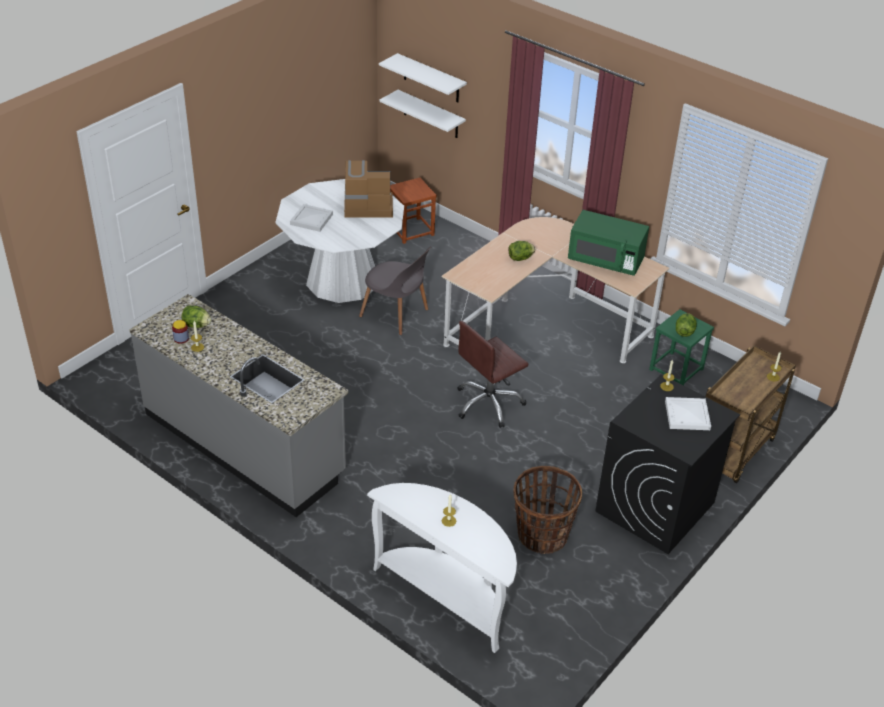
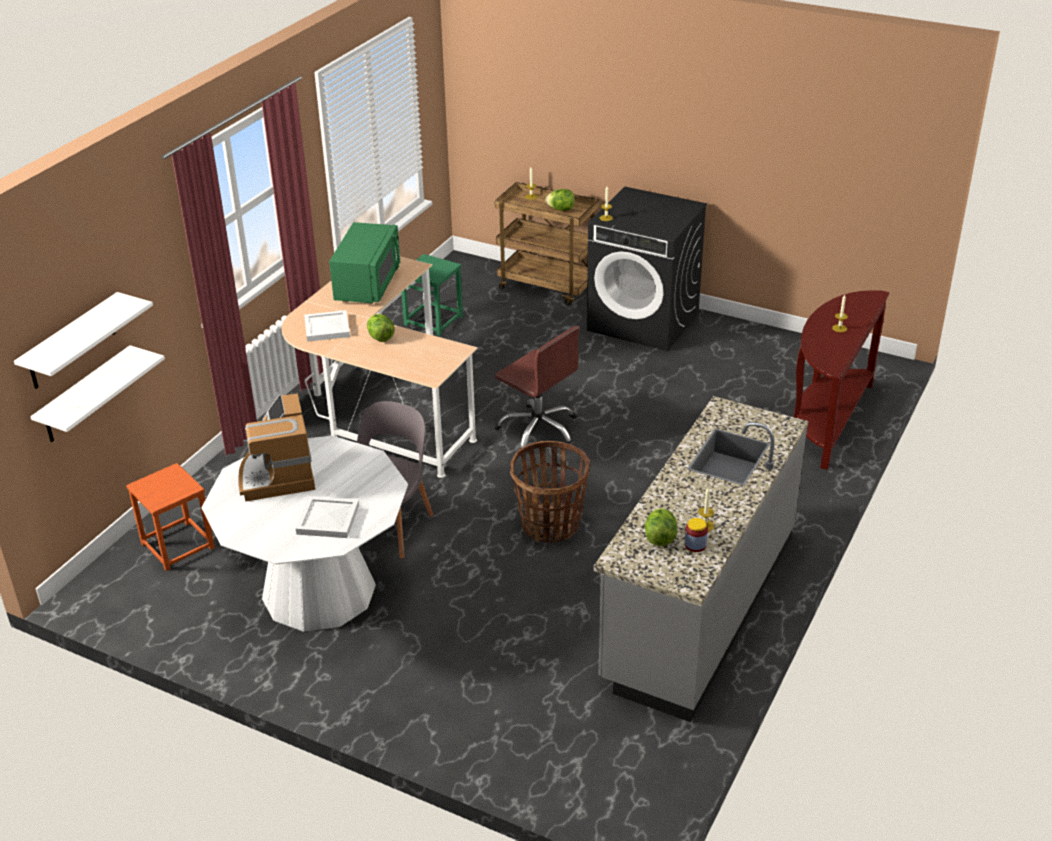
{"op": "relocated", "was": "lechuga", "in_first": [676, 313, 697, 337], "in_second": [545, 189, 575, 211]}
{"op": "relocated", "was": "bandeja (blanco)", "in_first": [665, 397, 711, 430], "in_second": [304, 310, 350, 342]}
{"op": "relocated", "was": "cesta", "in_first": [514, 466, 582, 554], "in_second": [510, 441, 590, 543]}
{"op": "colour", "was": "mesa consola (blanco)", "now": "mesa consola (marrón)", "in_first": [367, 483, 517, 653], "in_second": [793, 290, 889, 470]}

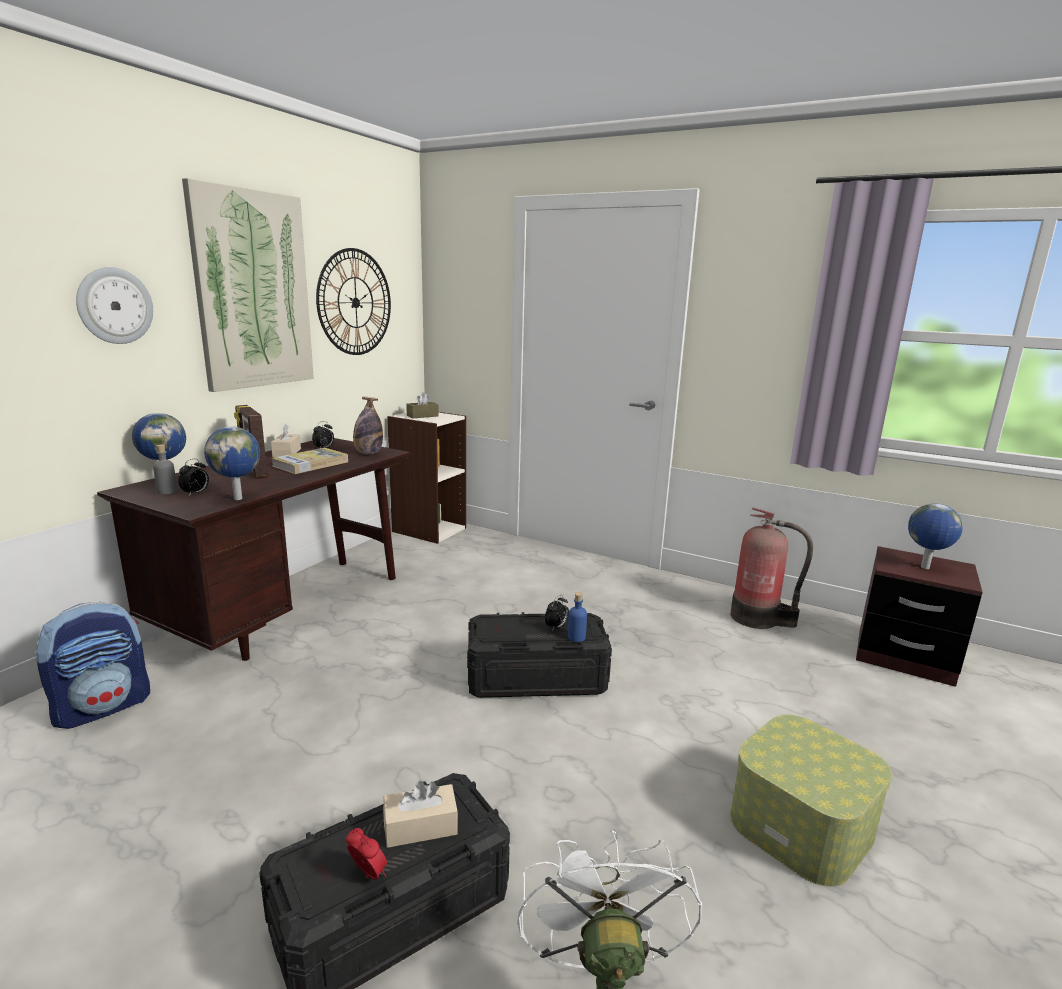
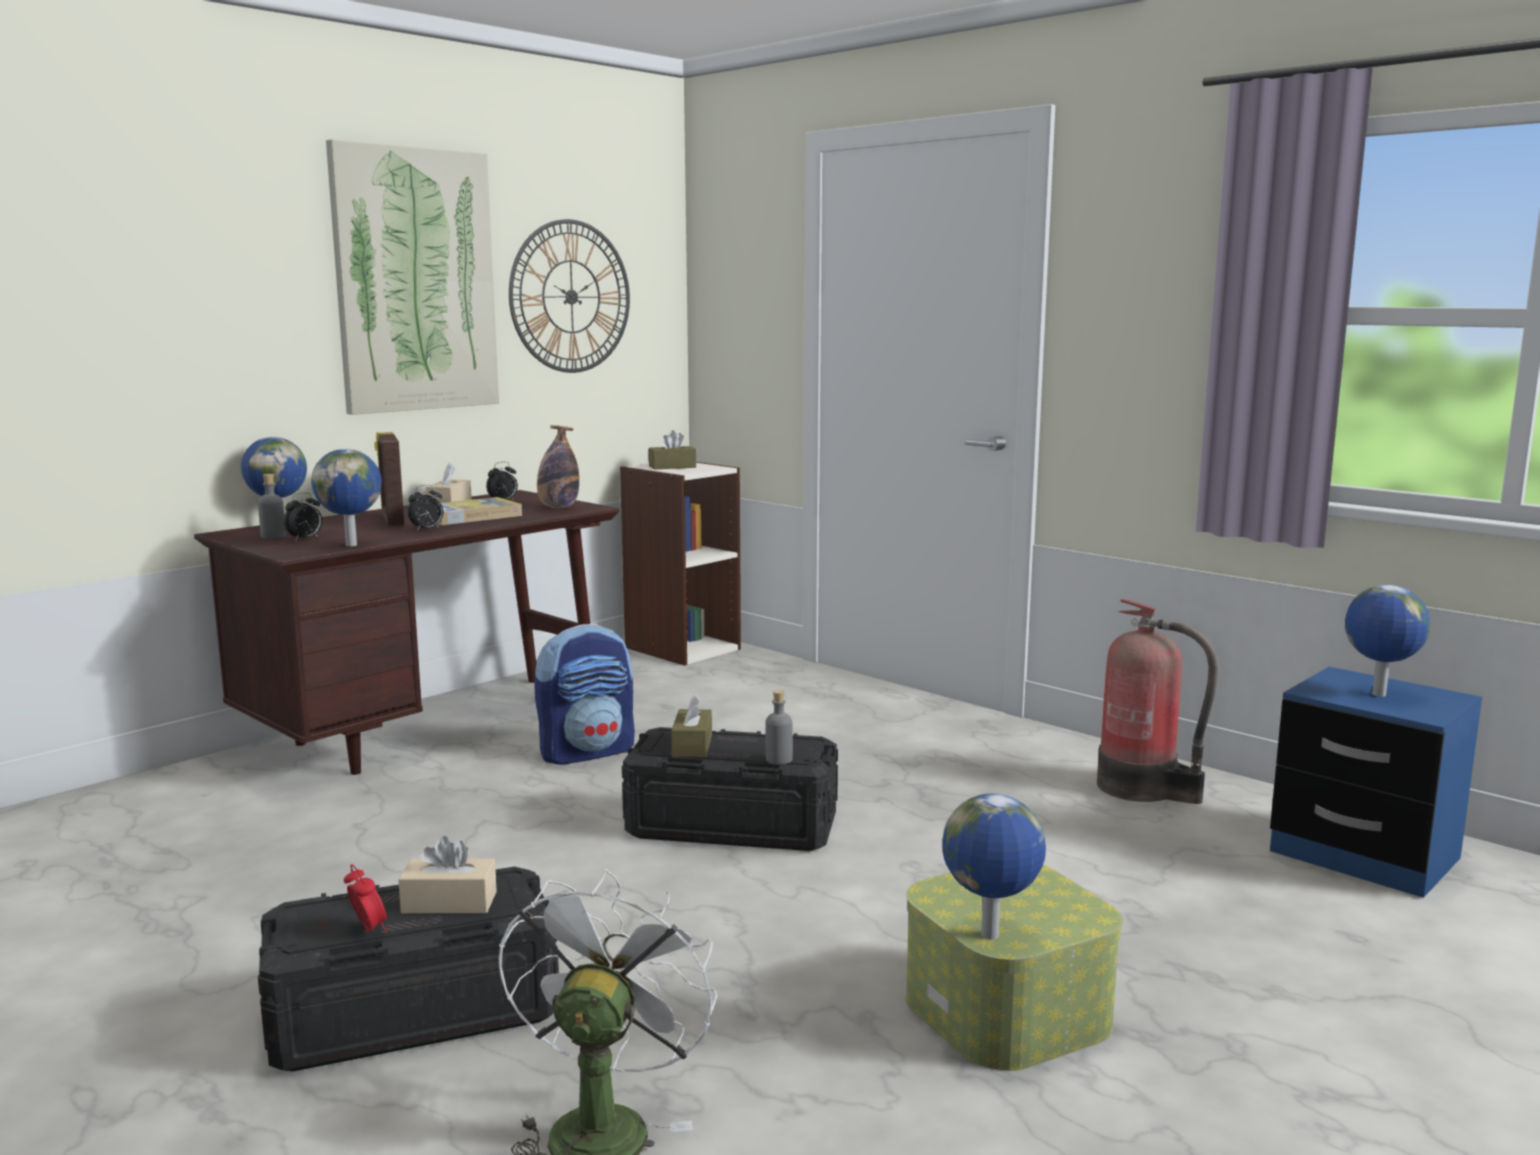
{"op": "missing", "was": "reloj de pared", "in_first": [76, 267, 153, 344]}
{"op": "colour", "was": "mesita de noche (marrón)", "now": "mesita de noche (azul)", "in_first": [856, 546, 983, 687], "in_second": [1270, 667, 1482, 898]}
{"op": "colour", "was": "botella (azul)", "now": "botella (gris)", "in_first": [568, 592, 587, 642], "in_second": [766, 690, 793, 764]}
{"op": "relocated", "was": "despertador", "in_first": [545, 595, 569, 631], "in_second": [407, 485, 443, 531]}
{"op": "relocated", "was": "mochila", "in_first": [35, 601, 150, 729], "in_second": [534, 624, 635, 765]}
{"op": "appeared", "now": "caja de pañuelos (marrón)", "in_second": [671, 694, 712, 757]}
{"op": "appeared", "now": "globo terráqueo", "in_second": [942, 794, 1046, 939]}

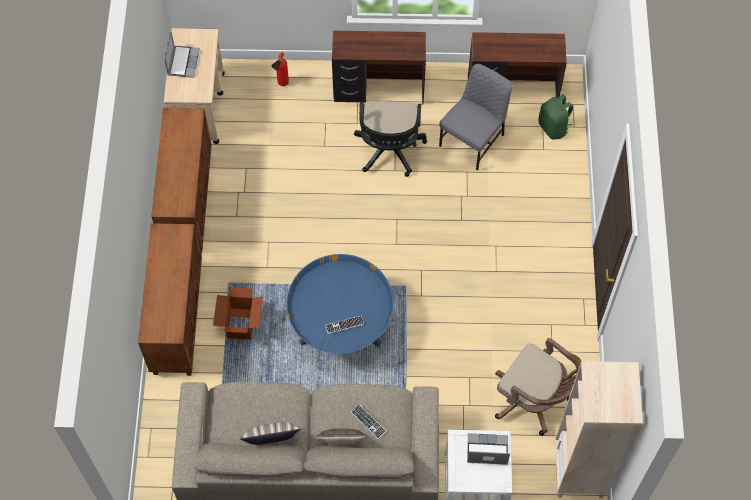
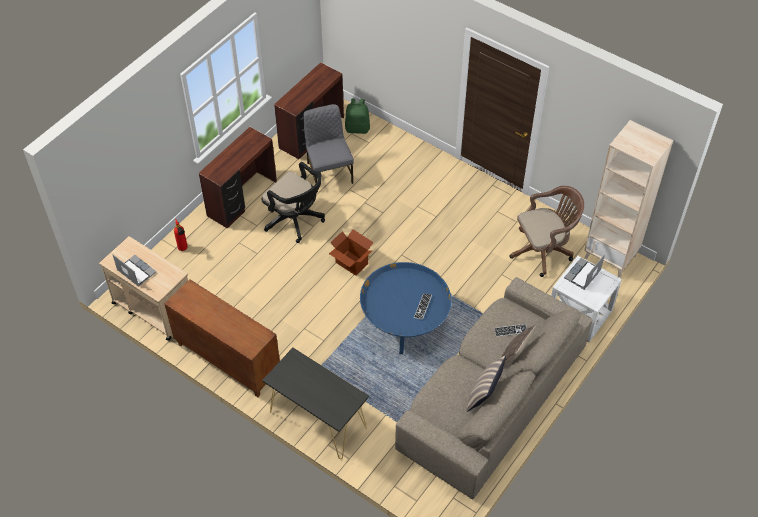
{"op": "exchanged", "was": "armario (marrón)", "now": "mesa consola (negro)", "in_first": [138, 223, 202, 376], "in_second": [262, 347, 369, 459]}
{"op": "relocated", "was": "caja de cartón", "in_first": [213, 287, 263, 340], "in_second": [329, 229, 374, 276]}

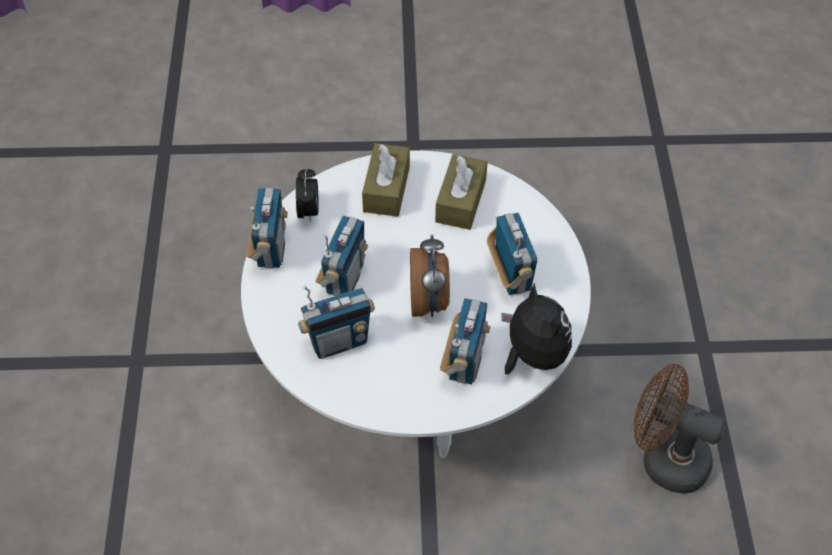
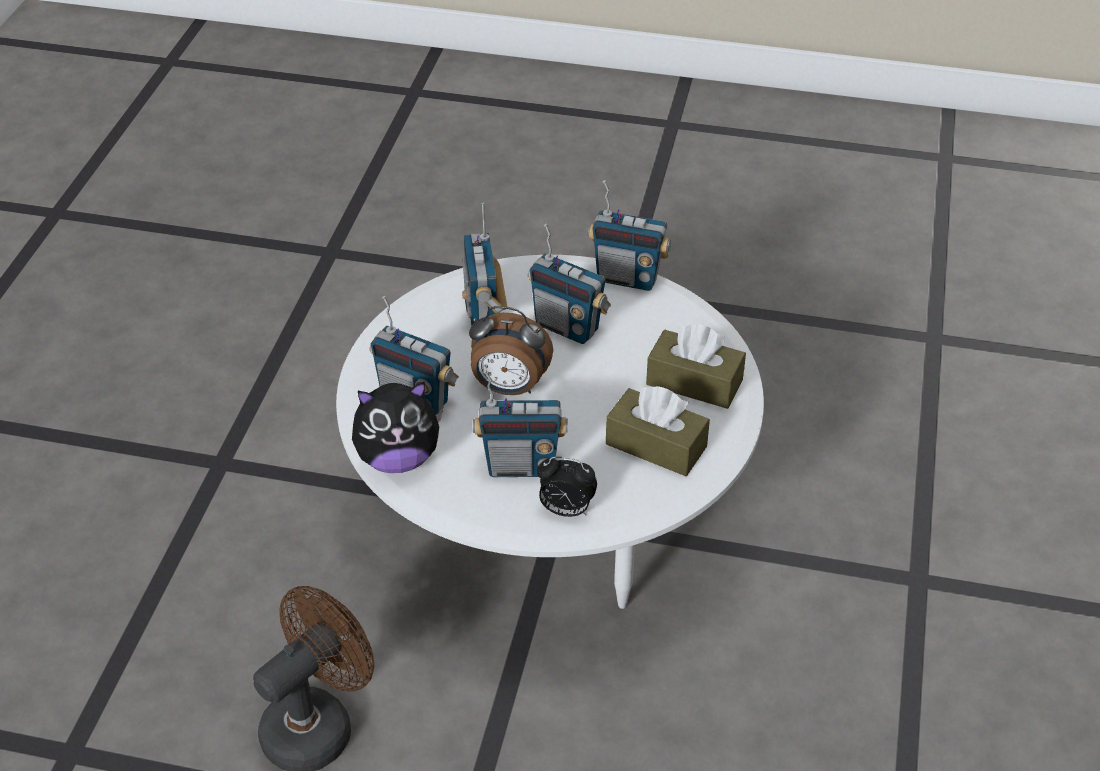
{"op": "relocated", "was": "despertador", "in_first": [296, 168, 319, 223], "in_second": [537, 456, 597, 517]}

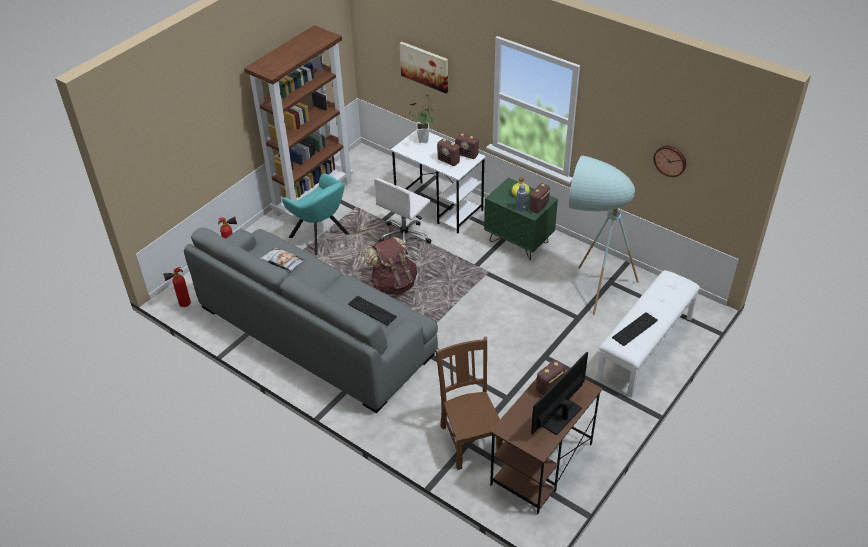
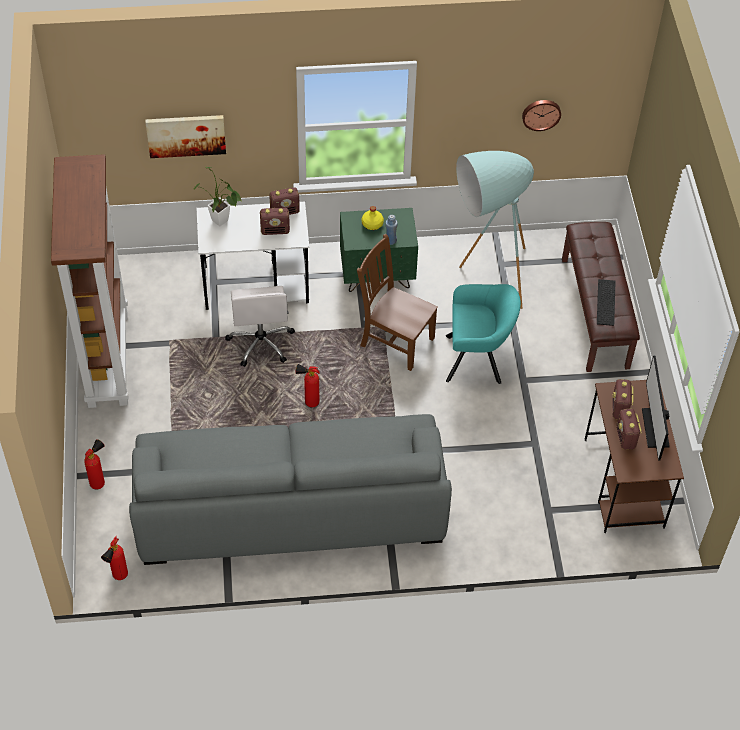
{"op": "relocated", "was": "sillón (turquesa)", "in_first": [282, 173, 350, 256], "in_second": [446, 284, 521, 384]}
{"op": "relocated", "was": "radio", "in_first": [529, 183, 550, 213], "in_second": [616, 409, 642, 450]}
{"op": "exchanged", "was": "mochila (marrón)", "now": "extintor", "in_first": [364, 237, 417, 295], "in_second": [295, 364, 320, 407]}
{"op": "missing", "was": "cojín", "in_first": [260, 247, 305, 272]}
{"op": "colour", "was": "banco (blanco)", "now": "banco (marrón)", "in_first": [596, 270, 700, 397], "in_second": [562, 222, 640, 372]}
{"op": "missing", "was": "teclado", "in_first": [348, 296, 397, 326]}
{"op": "relocated", "was": "silla (marrón)", "in_first": [435, 337, 503, 470], "in_second": [357, 233, 438, 371]}

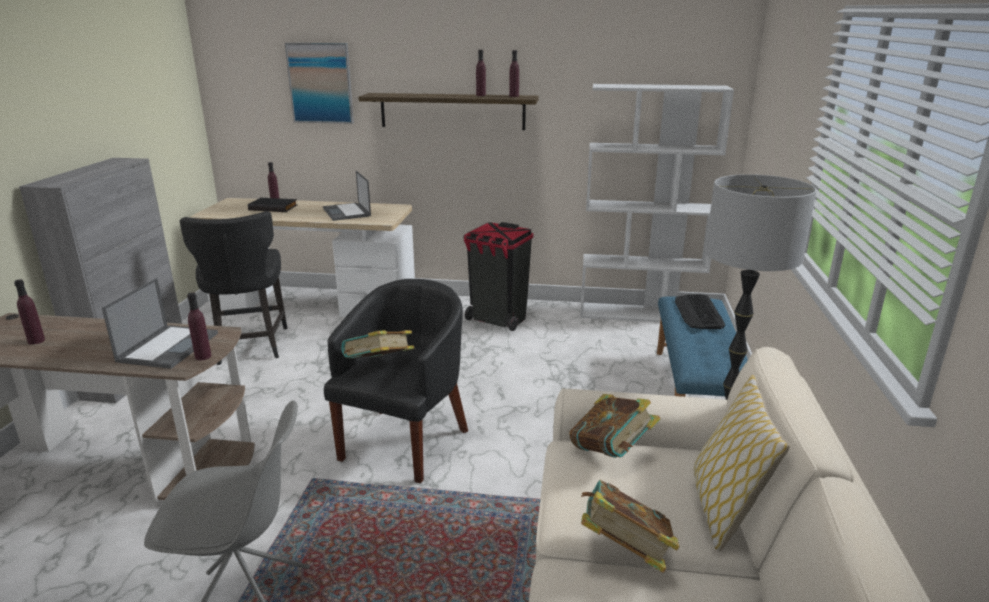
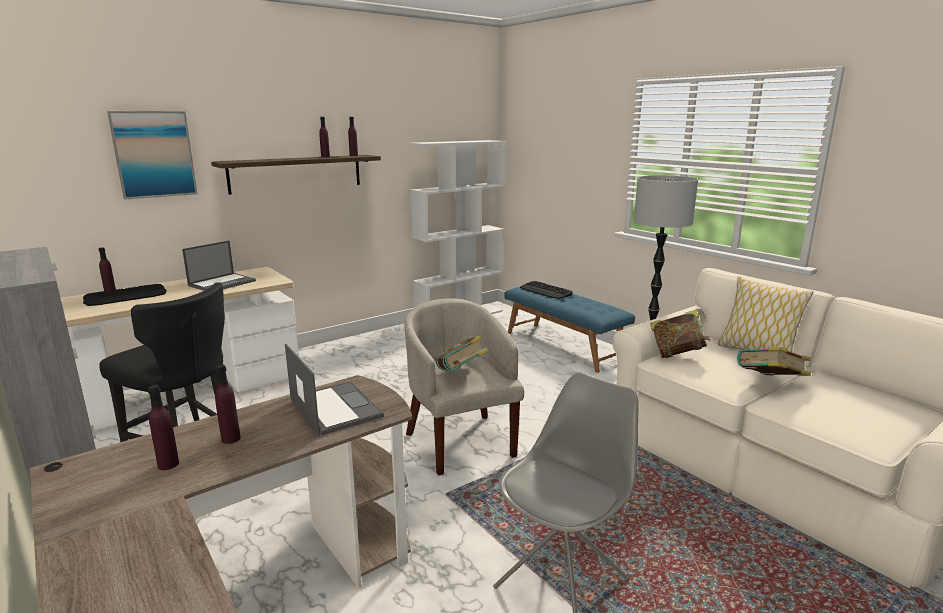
{"op": "spun", "was": "portátil", "in_first": [323, 171, 371, 221], "in_second": [182, 241, 256, 291], "clockwise": -75}
{"op": "exchanged", "was": "libro (negro)", "now": "teclado", "in_first": [248, 198, 297, 212], "in_second": [83, 284, 167, 306]}
{"op": "missing", "was": "papelera (negro)", "in_first": [463, 222, 533, 331]}
{"op": "colour", "was": "sillón (negro)", "now": "sillón (beis)", "in_first": [324, 279, 468, 483], "in_second": [404, 299, 524, 475]}
{"op": "relocated", "was": "botella (morado)", "in_first": [187, 293, 211, 360], "in_second": [215, 364, 241, 444]}

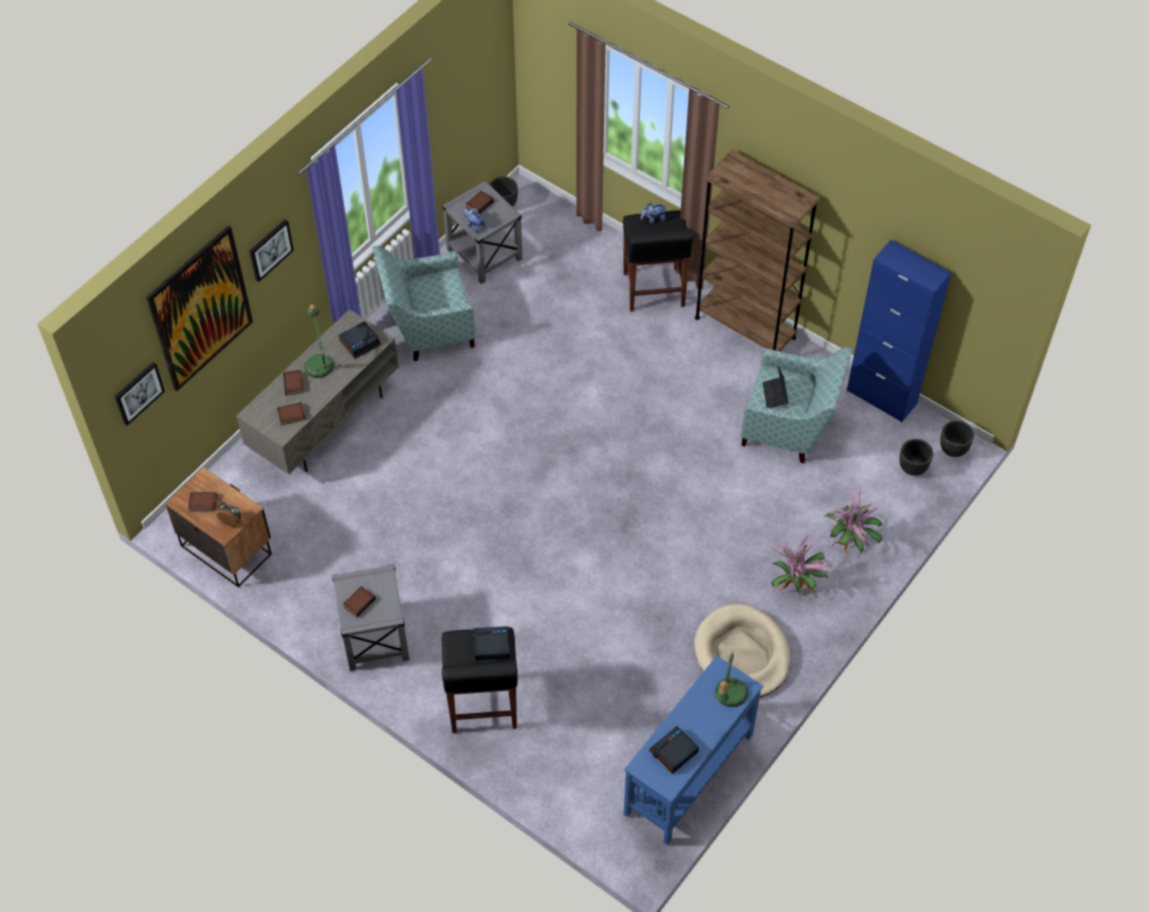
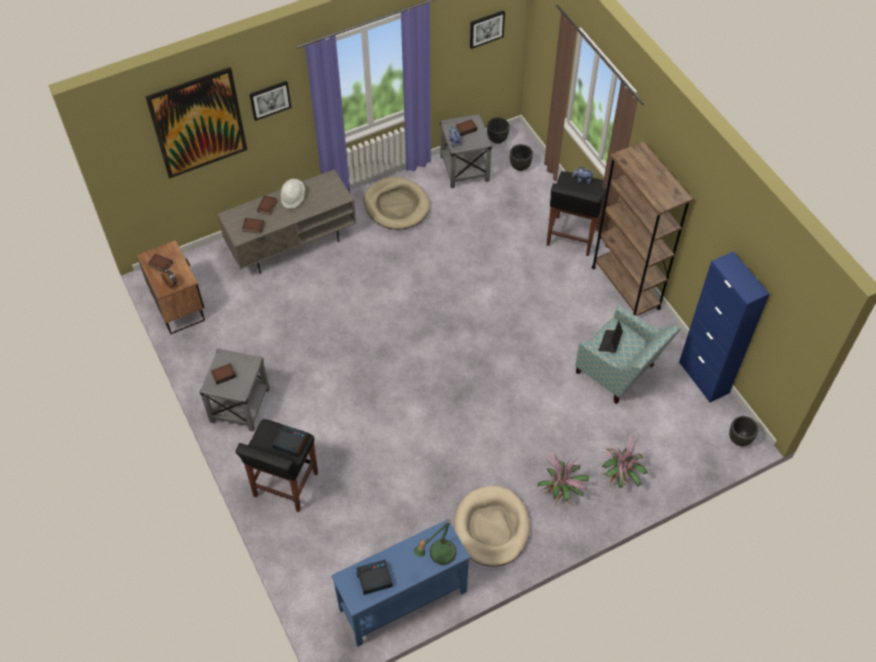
{"op": "exchanged", "was": "sillón", "now": "cama para perro (beis)", "in_first": [373, 246, 476, 361], "in_second": [364, 177, 430, 230]}
{"op": "exchanged", "was": "lámpara de mesa", "now": "sombrero (blanco)", "in_first": [305, 304, 333, 378], "in_second": [281, 179, 305, 209]}
{"op": "missing", "was": "despertador", "in_first": [339, 321, 381, 359]}
{"op": "relocated", "was": "cuadro", "in_first": [115, 362, 165, 426], "in_second": [470, 10, 505, 49]}
{"op": "relocated", "was": "maceta (negro)", "in_first": [899, 439, 933, 476], "in_second": [510, 144, 533, 171]}

